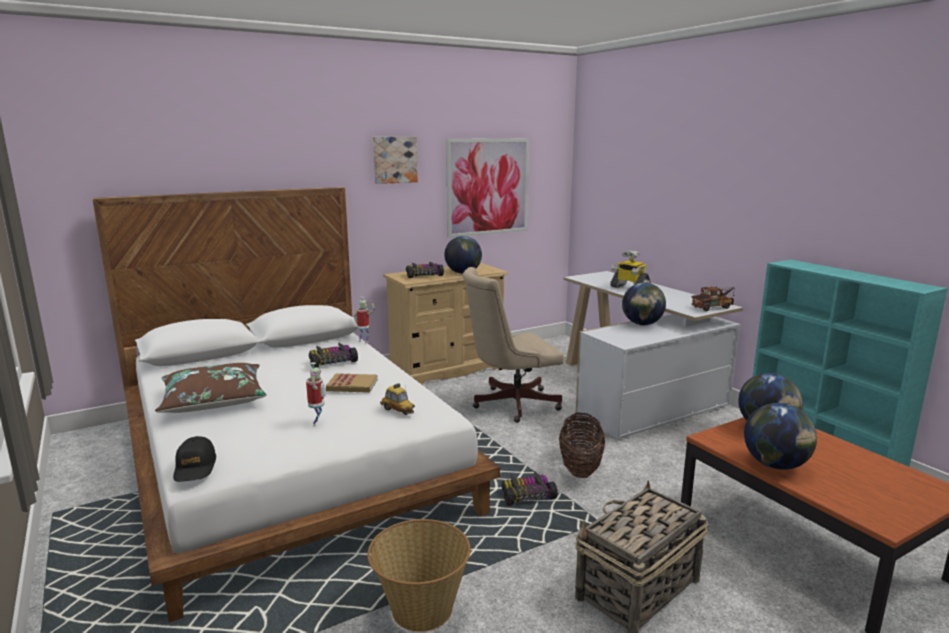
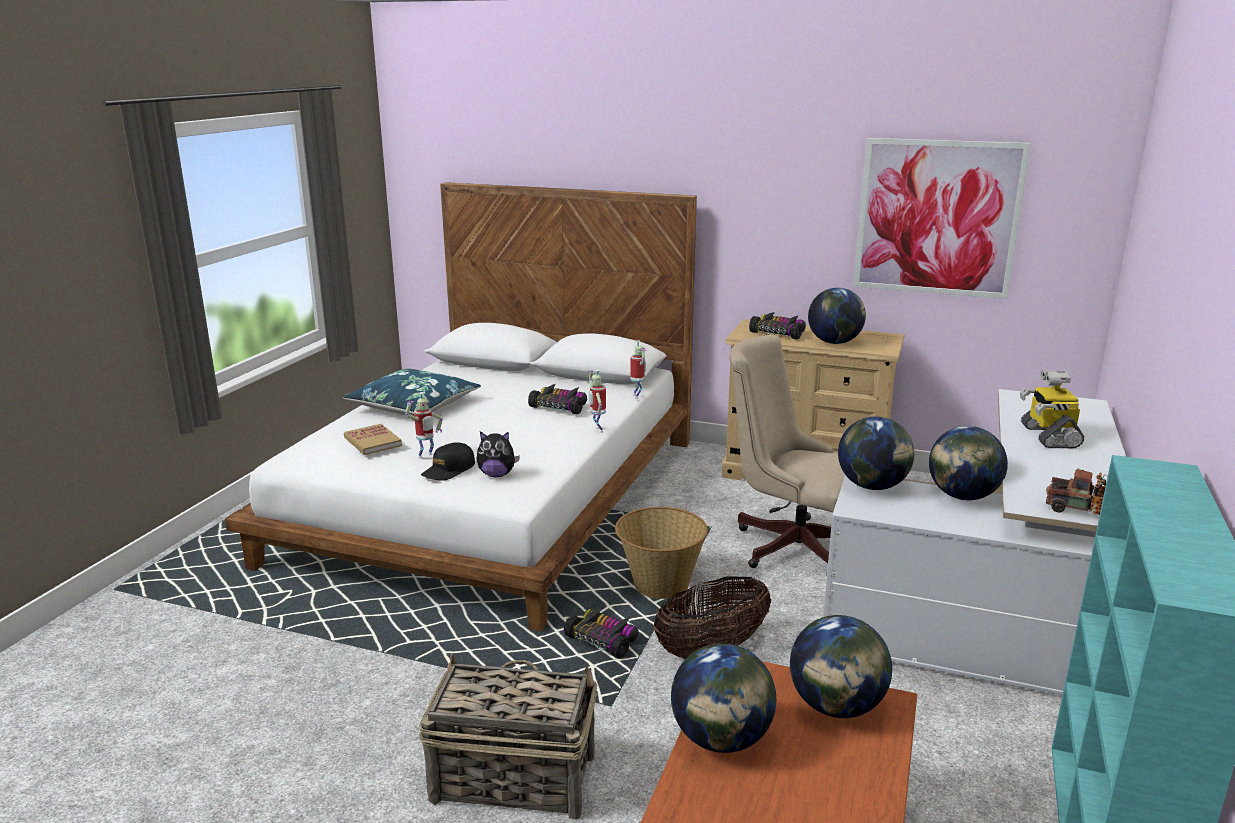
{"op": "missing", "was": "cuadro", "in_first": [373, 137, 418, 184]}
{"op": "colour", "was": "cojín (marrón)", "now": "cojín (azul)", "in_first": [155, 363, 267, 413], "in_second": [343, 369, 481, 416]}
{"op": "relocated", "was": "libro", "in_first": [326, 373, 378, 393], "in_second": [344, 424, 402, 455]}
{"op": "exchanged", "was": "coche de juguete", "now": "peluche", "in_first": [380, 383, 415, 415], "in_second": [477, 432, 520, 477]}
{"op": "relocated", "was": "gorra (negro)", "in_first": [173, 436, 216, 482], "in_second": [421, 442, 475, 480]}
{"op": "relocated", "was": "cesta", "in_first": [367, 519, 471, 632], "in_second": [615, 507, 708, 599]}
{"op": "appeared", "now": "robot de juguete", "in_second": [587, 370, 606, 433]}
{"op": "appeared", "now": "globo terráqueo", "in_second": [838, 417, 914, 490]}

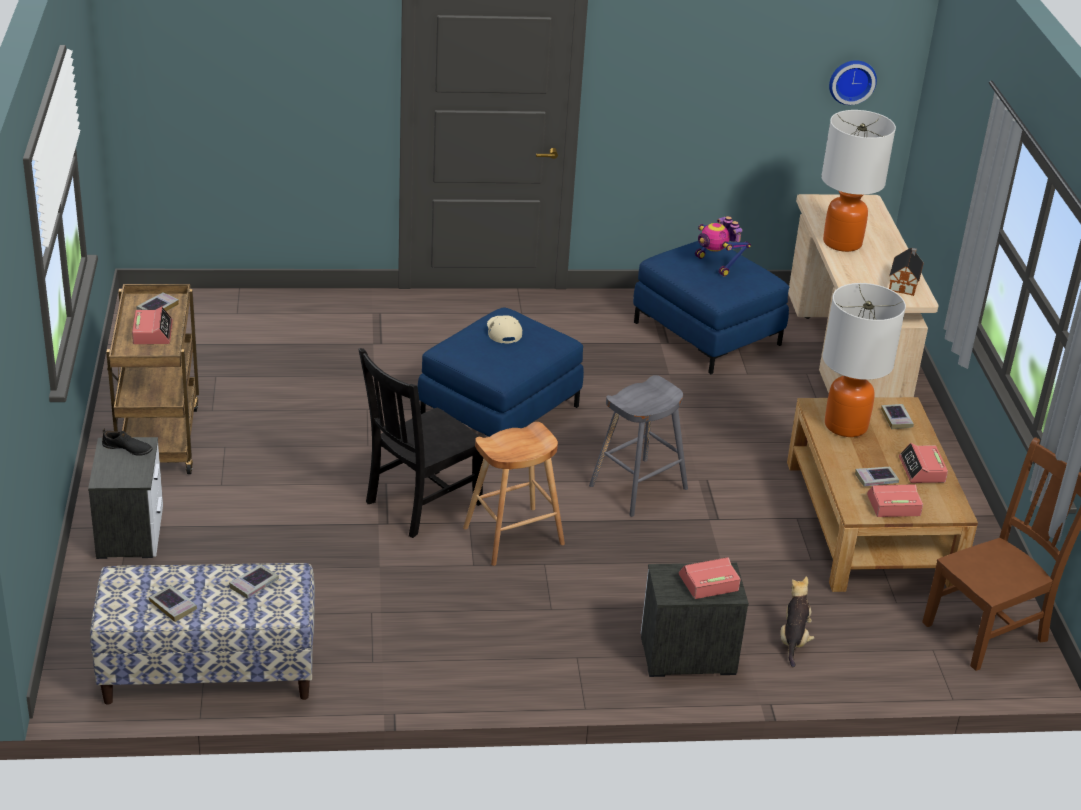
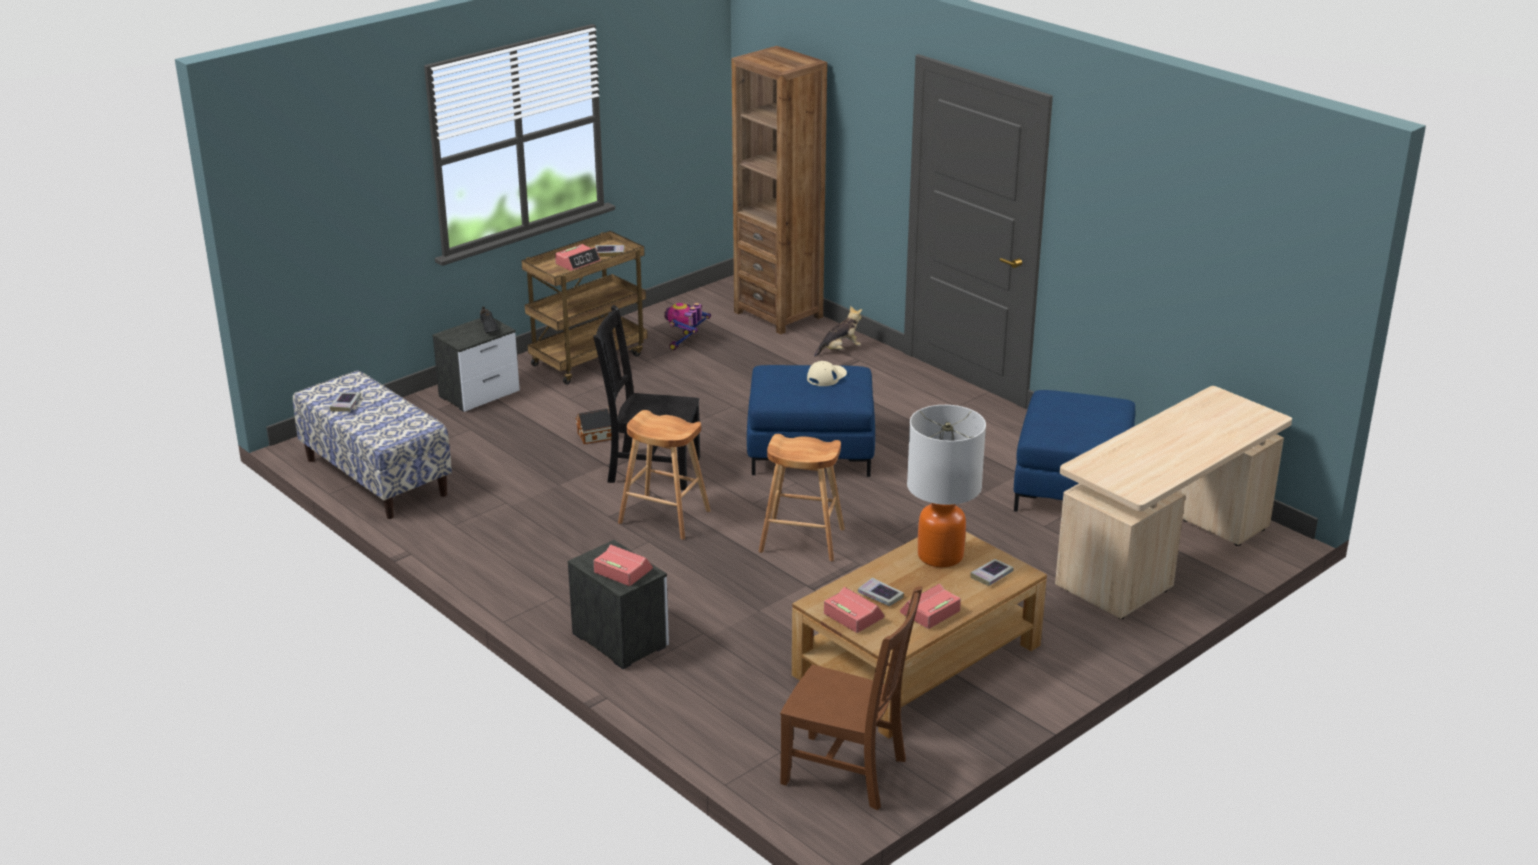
{"op": "missing", "was": "reloj de pared", "in_first": [829, 60, 877, 105]}
{"op": "missing", "was": "lámpara de mesa", "in_first": [821, 110, 896, 252]}
{"op": "relocated", "was": "robot de juguete", "in_first": [695, 216, 751, 277], "in_second": [664, 303, 711, 351]}
{"op": "relocated", "was": "casita", "in_first": [889, 248, 924, 296], "in_second": [576, 407, 618, 444]}
{"op": "colour", "was": "taburete (gris)", "now": "taburete (marrón)", "in_first": [589, 375, 688, 517], "in_second": [759, 434, 845, 561]}
{"op": "missing", "was": "libro", "in_first": [229, 565, 279, 598]}
{"op": "relocated", "was": "peluche", "in_first": [780, 576, 815, 667], "in_second": [814, 306, 862, 357]}
{"op": "appeared", "now": "estantería (marrón)", "in_second": [732, 46, 827, 334]}

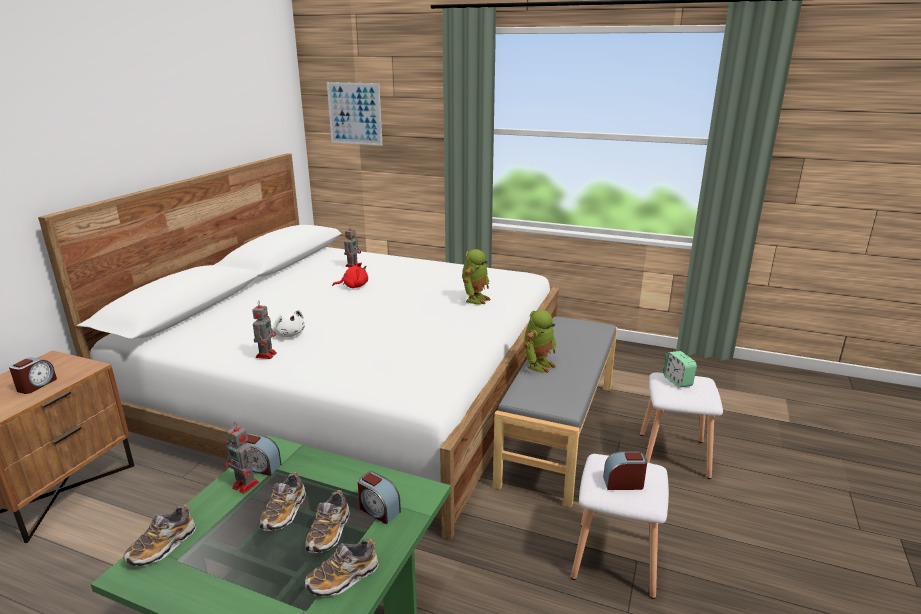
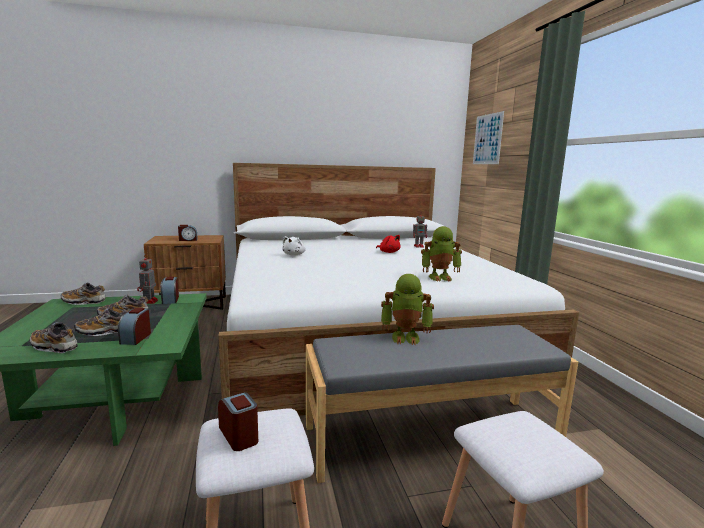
{"op": "missing", "was": "robot de juguete", "in_first": [252, 300, 277, 359]}
{"op": "missing", "was": "despertador", "in_first": [663, 351, 697, 388]}

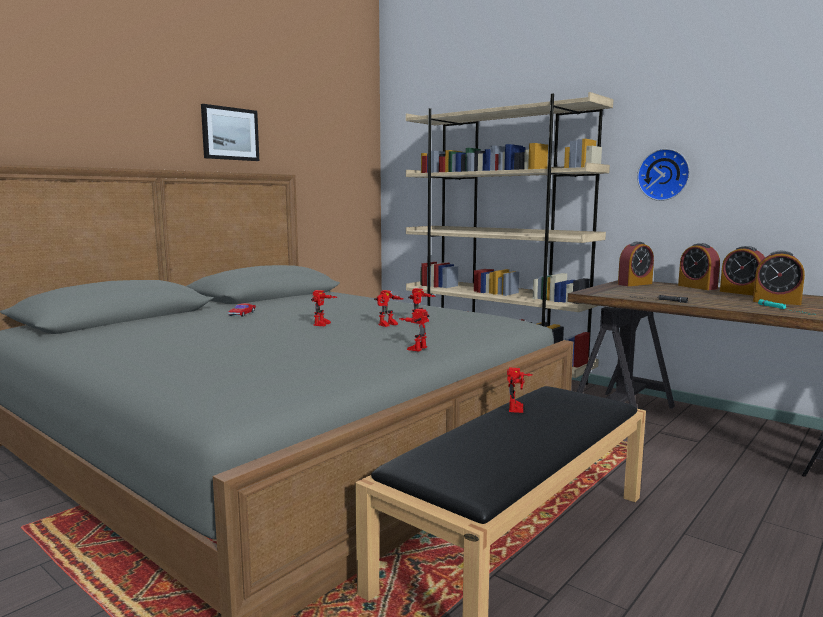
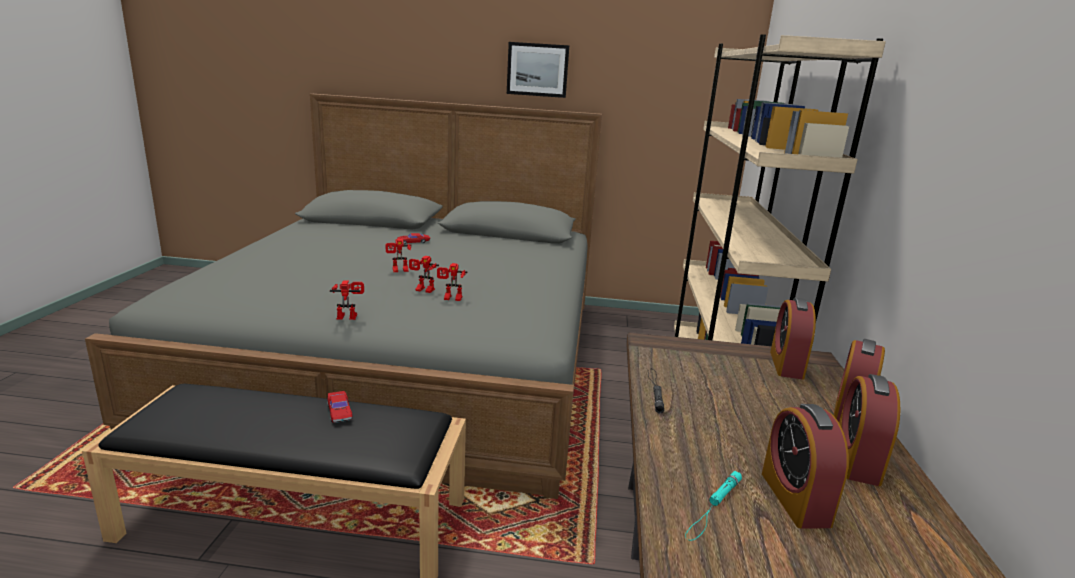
{"op": "missing", "was": "reloj de pared", "in_first": [637, 149, 690, 201]}
{"op": "spun", "was": "despertador", "in_first": [618, 242, 654, 286], "in_second": [770, 298, 816, 380], "clockwise": 75}
{"op": "exchanged", "was": "robot de juguete", "now": "coche de juguete (rojo)", "in_first": [507, 368, 532, 413], "in_second": [327, 391, 352, 423]}

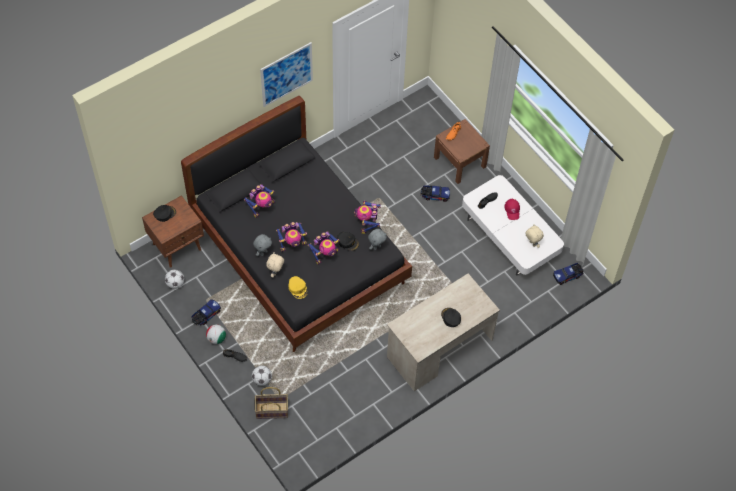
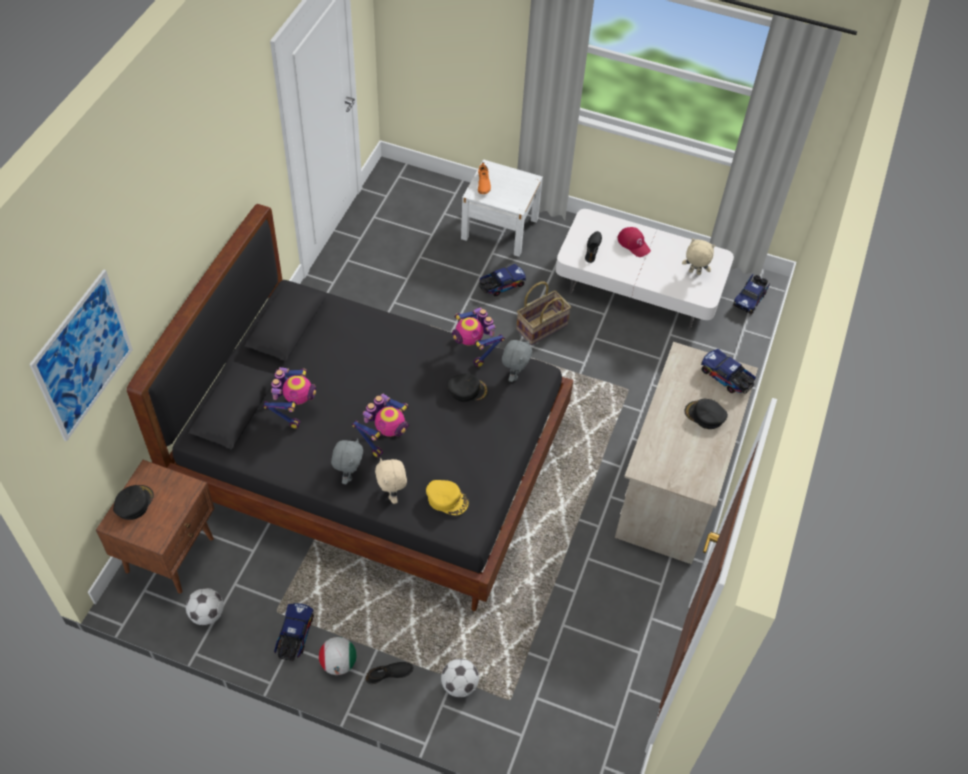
{"op": "relocated", "was": "cuadro", "in_first": [260, 42, 313, 107], "in_second": [29, 269, 133, 442]}
{"op": "colour", "was": "mesita de noche (marrón)", "now": "mesita de noche (blanco)", "in_first": [434, 119, 490, 184], "in_second": [461, 159, 543, 257]}
{"op": "missing", "was": "robot de juguete", "in_first": [307, 231, 339, 265]}
{"op": "relocated", "was": "cesta", "in_first": [255, 387, 288, 419], "in_second": [516, 282, 571, 345]}
{"op": "appeared", "now": "camión de juguete", "in_second": [701, 349, 756, 393]}

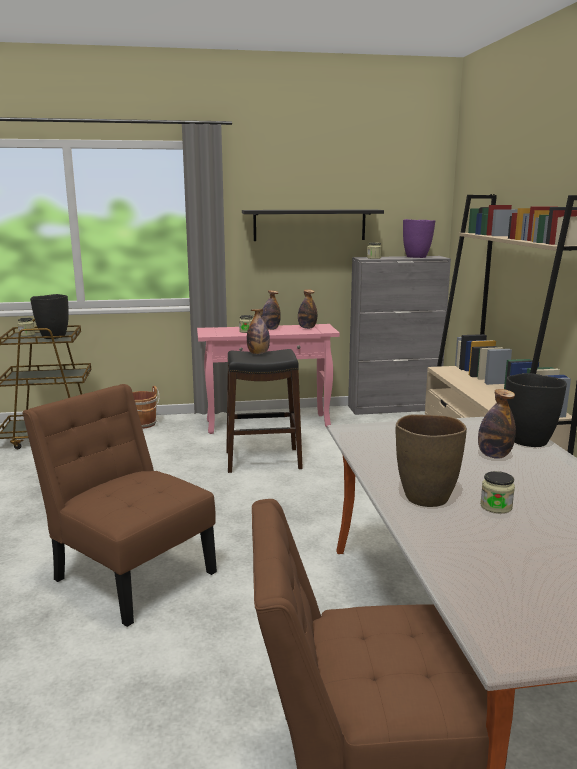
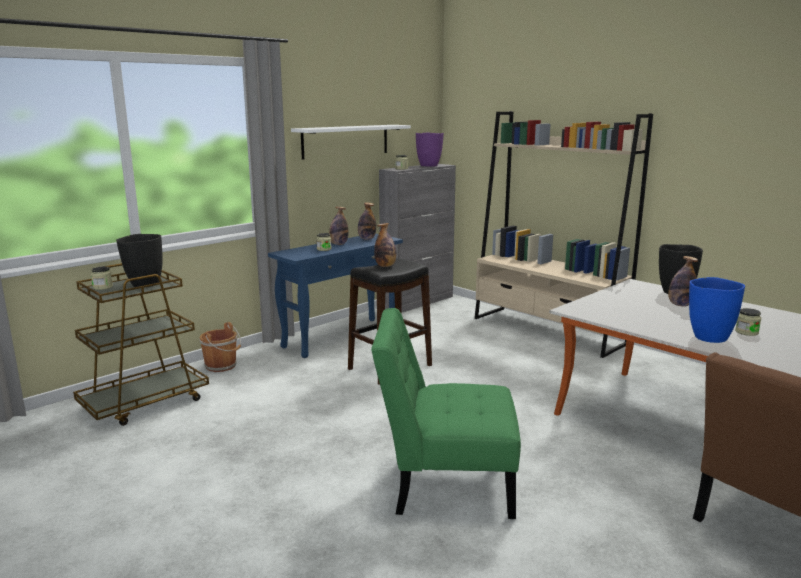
{"op": "colour", "was": "estante (negro)", "now": "estante (blanco)", "in_first": [242, 209, 384, 241], "in_second": [291, 125, 411, 160]}
{"op": "colour", "was": "mesa consola (rosa)", "now": "mesa consola (azul)", "in_first": [197, 324, 340, 434], "in_second": [268, 234, 403, 358]}
{"op": "colour", "was": "silla (marrón)", "now": "silla (verde)", "in_first": [22, 384, 217, 627], "in_second": [371, 308, 521, 519]}
{"op": "colour", "was": "florero (marrón)", "now": "florero (azul)", "in_first": [396, 415, 467, 507], "in_second": [689, 277, 745, 343]}

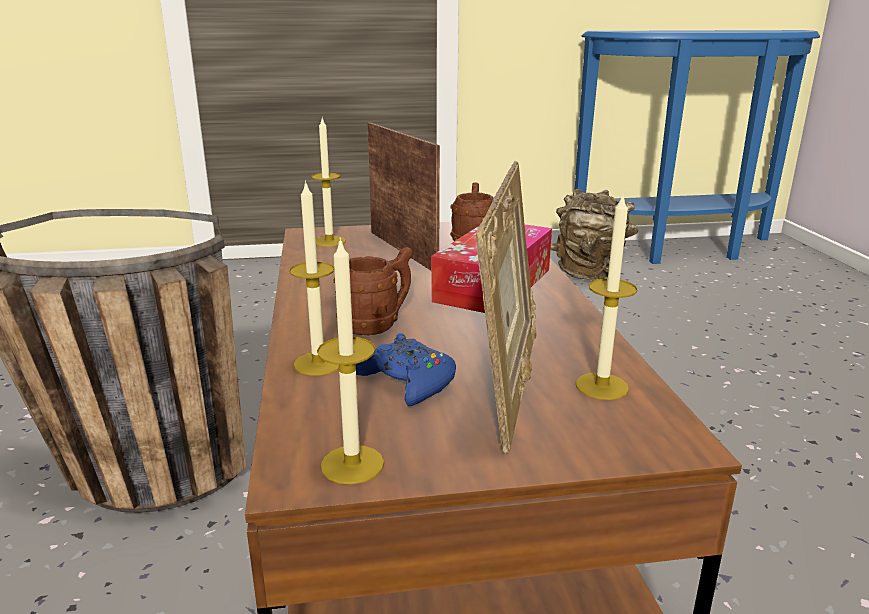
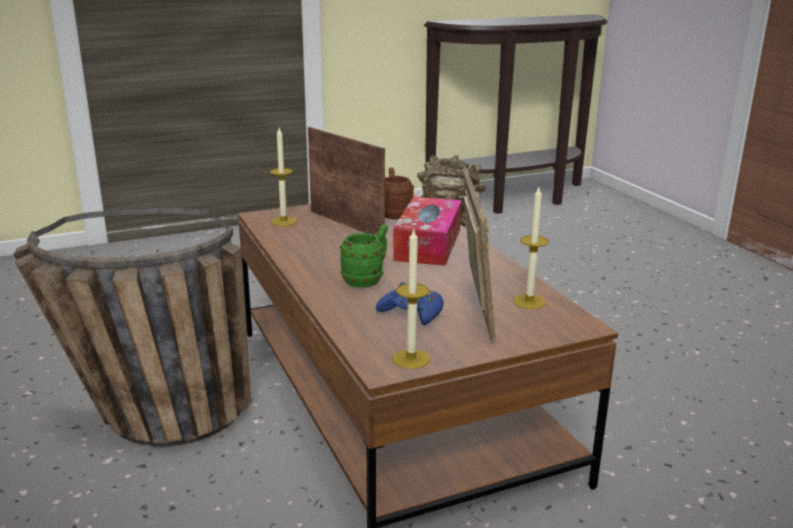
{"op": "colour", "was": "mesa consola (azul)", "now": "mesa consola (marrón)", "in_first": [575, 30, 820, 264], "in_second": [424, 14, 608, 214]}
{"op": "missing", "was": "vela", "in_first": [289, 180, 339, 375]}
{"op": "colour", "was": "taza grande (marrón)", "now": "taza grande (verde)", "in_first": [334, 247, 413, 335], "in_second": [340, 224, 388, 287]}

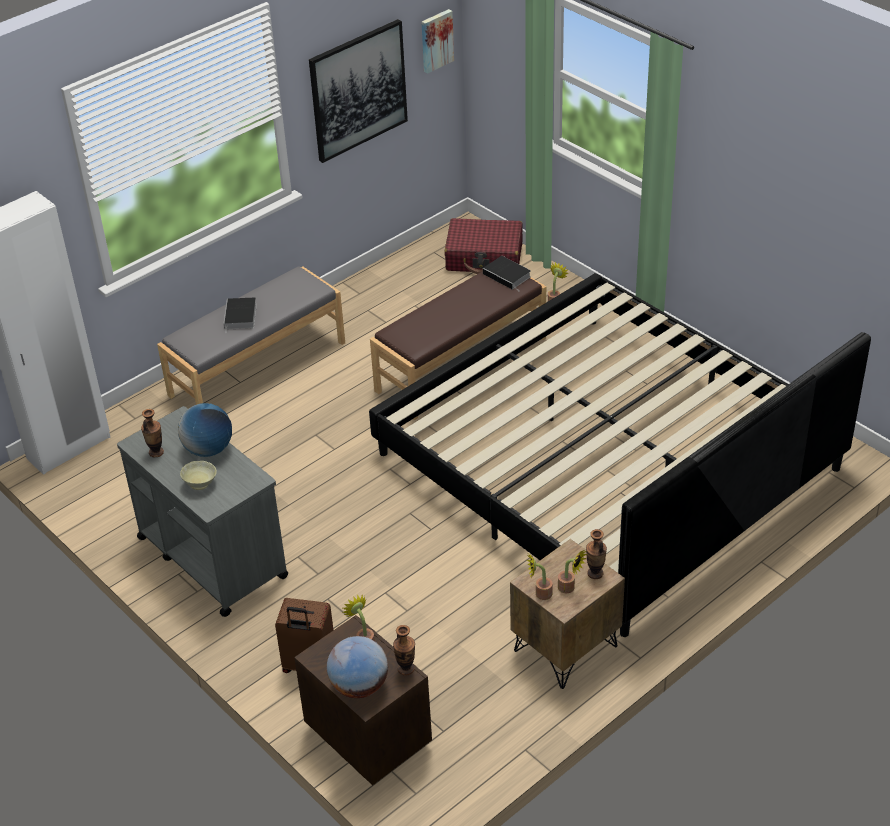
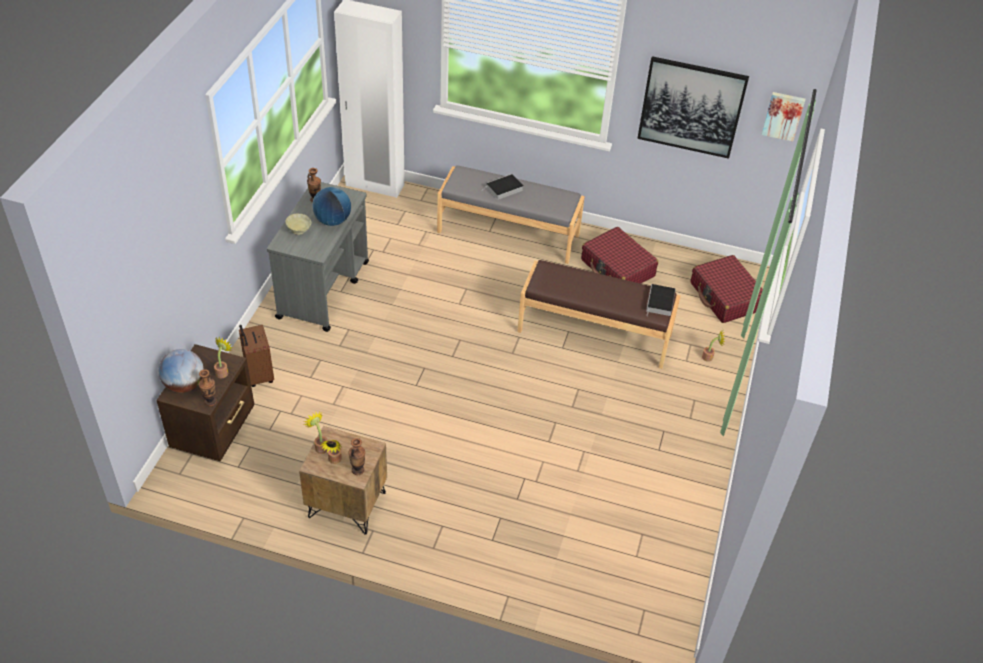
{"op": "missing", "was": "cama", "in_first": [369, 273, 871, 637]}
{"op": "appeared", "now": "maleta (rojo)", "in_second": [581, 227, 658, 284]}

